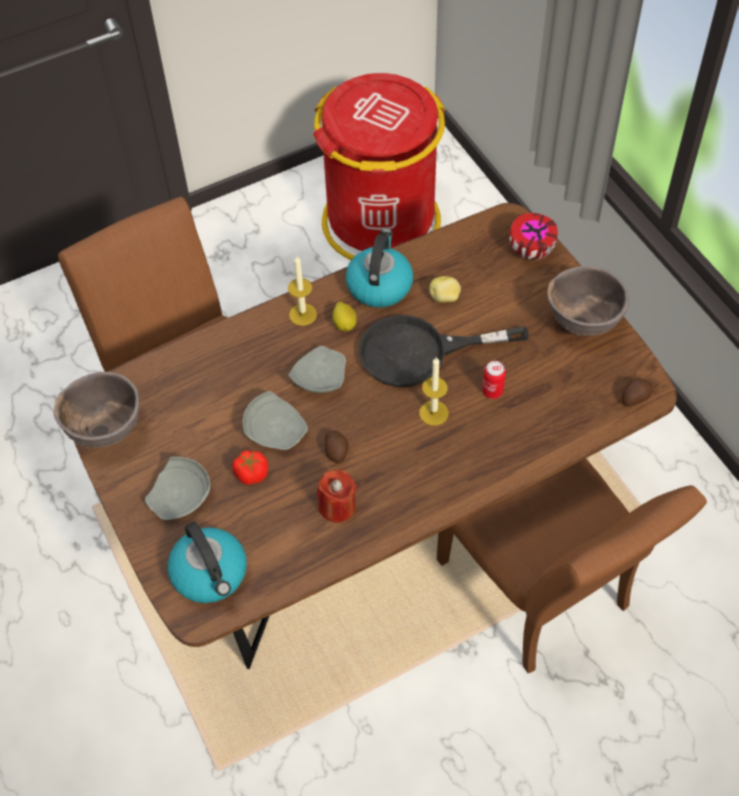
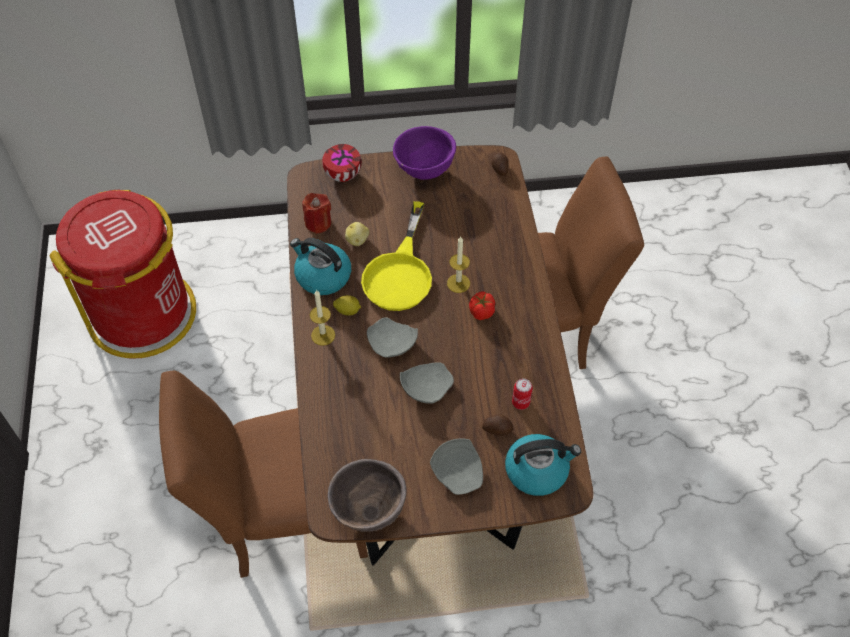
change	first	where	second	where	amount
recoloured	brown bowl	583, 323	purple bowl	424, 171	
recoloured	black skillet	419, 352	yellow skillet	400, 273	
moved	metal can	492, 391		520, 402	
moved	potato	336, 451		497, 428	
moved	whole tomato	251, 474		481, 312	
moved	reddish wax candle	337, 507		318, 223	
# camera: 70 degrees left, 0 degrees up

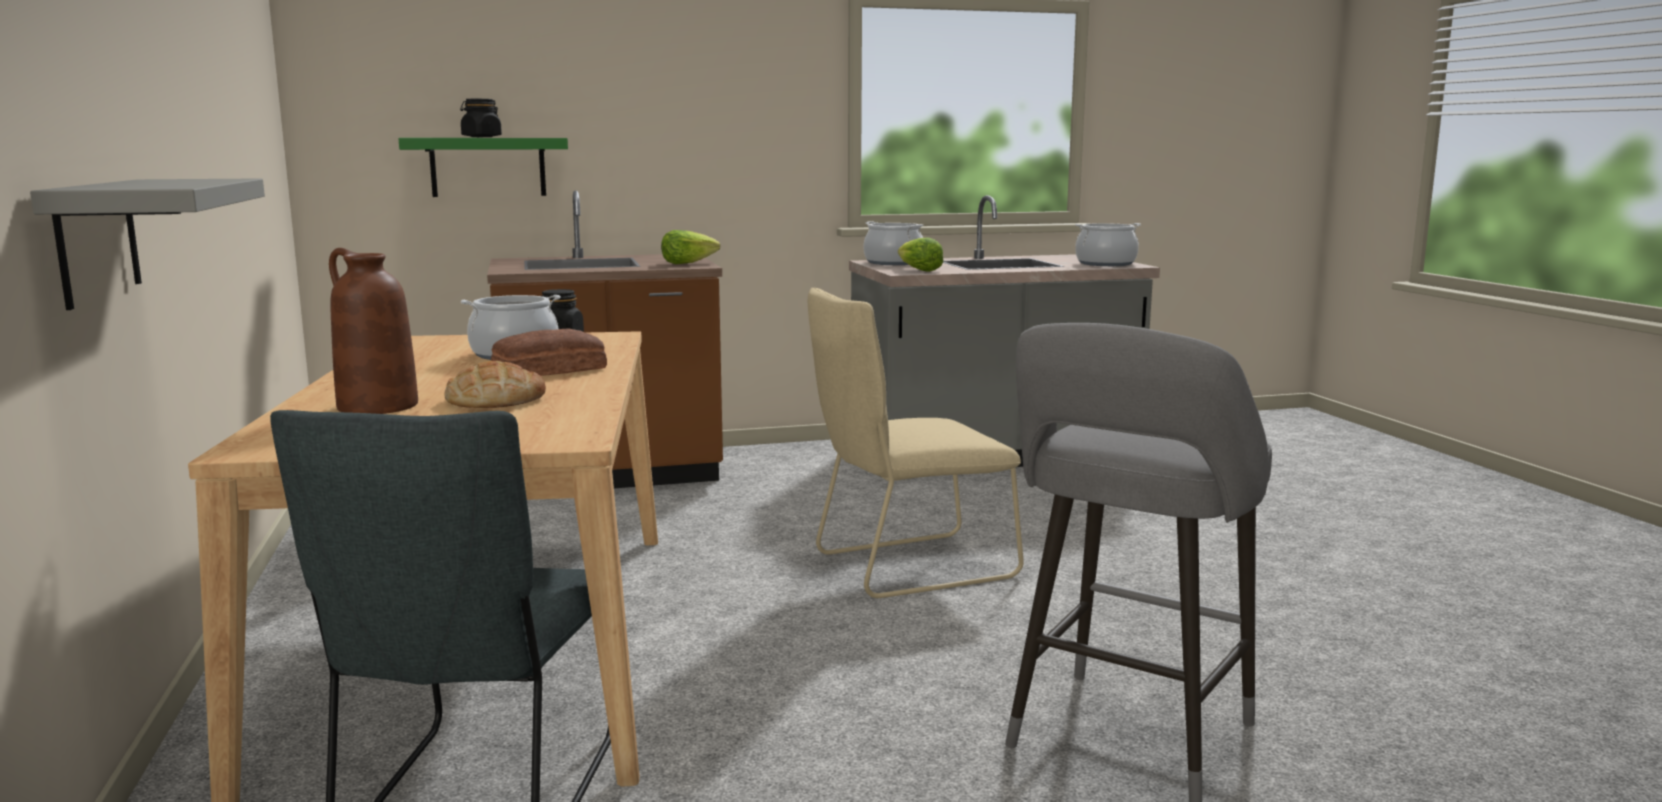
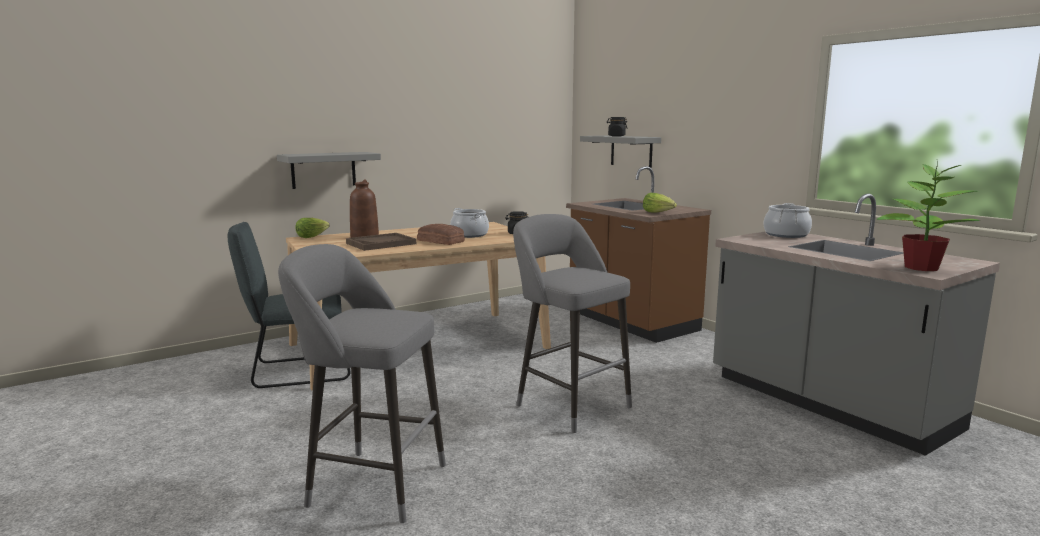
change	first	where	second	where	amount
recoloured	greenish bracket shelf	488, 167	grey bracket shelf	631, 151	
replaced	saucepot	1105, 263	potted plant	920, 267	
moved	head of lettuce	918, 270		311, 236	
replaced	beige-coloured chair	906, 567	grey stool seat	568, 404	
replaced	bakery bread	495, 400	brown serving tray	381, 243	
# camera: 70 degrees right, 0 degrees up

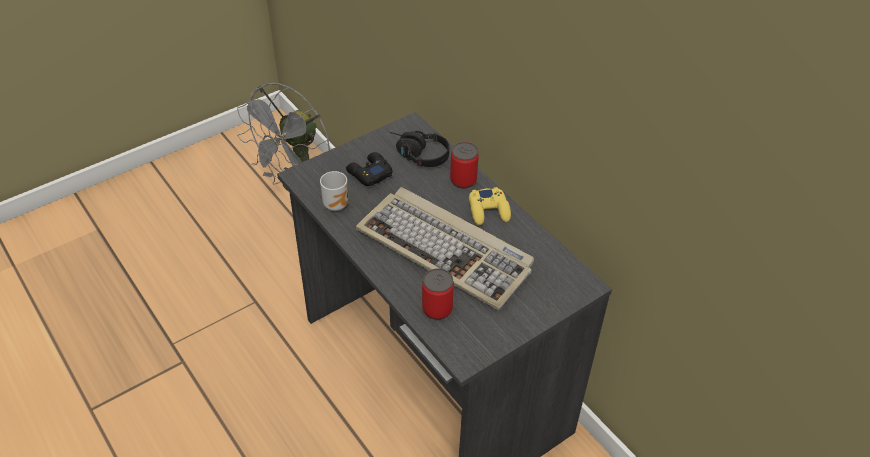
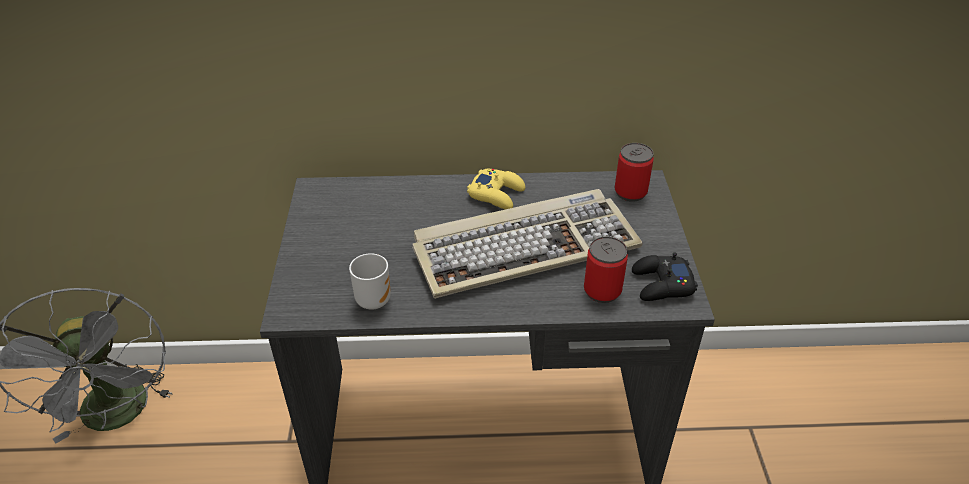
change	first	where	second	where	amount
removed	black headset	416, 155			
moved	metal can	463, 180		630, 192	
moved	black game controller	369, 173		662, 284	
# camera: 55 degrees left, 5 degrees down

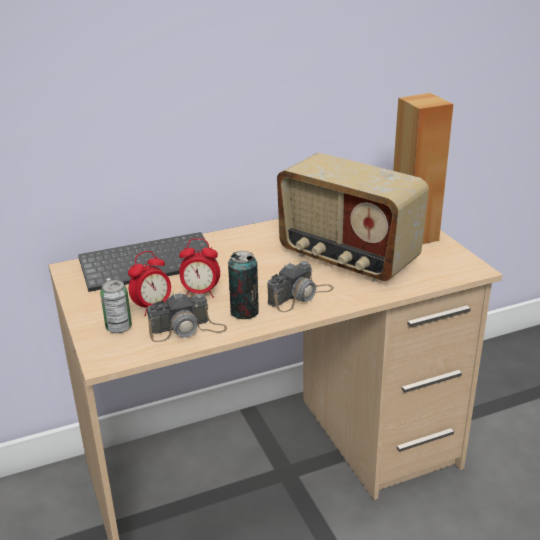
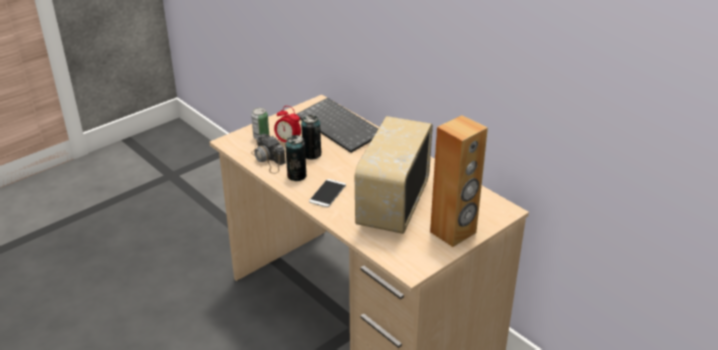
change	first	where	second	where	amount
replaced	bedside clock	200, 293	metal can	312, 154	
replaced	still camera	300, 295	handset	327, 193	
# camera: 70 degrees right, 5 degrees up

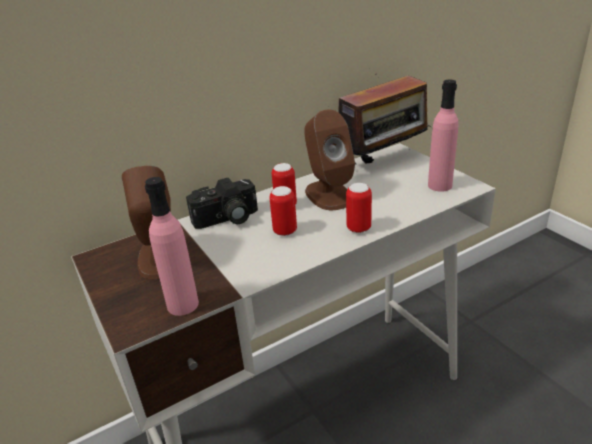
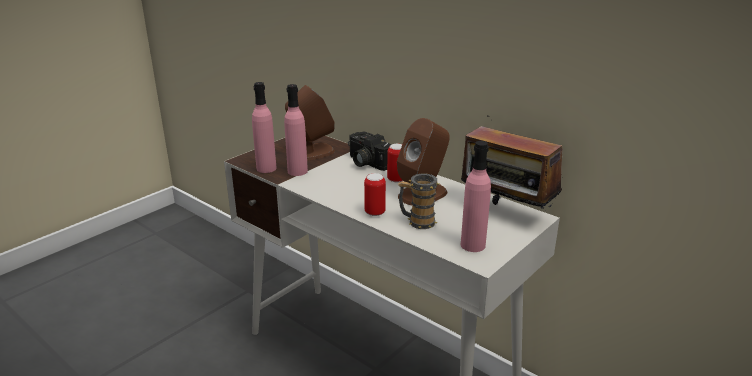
change	first	where	second	where	amount
removed	metal can	285, 231			
added			pink-coloured drink bottle	297, 171	
added			coffee mug	417, 222	
# camera: 70 degrees right, 5 degrees down

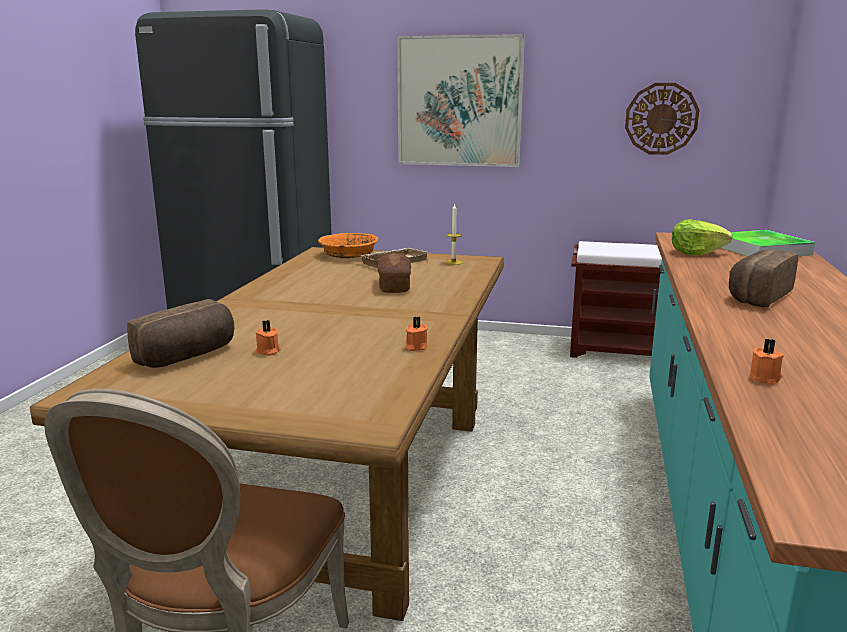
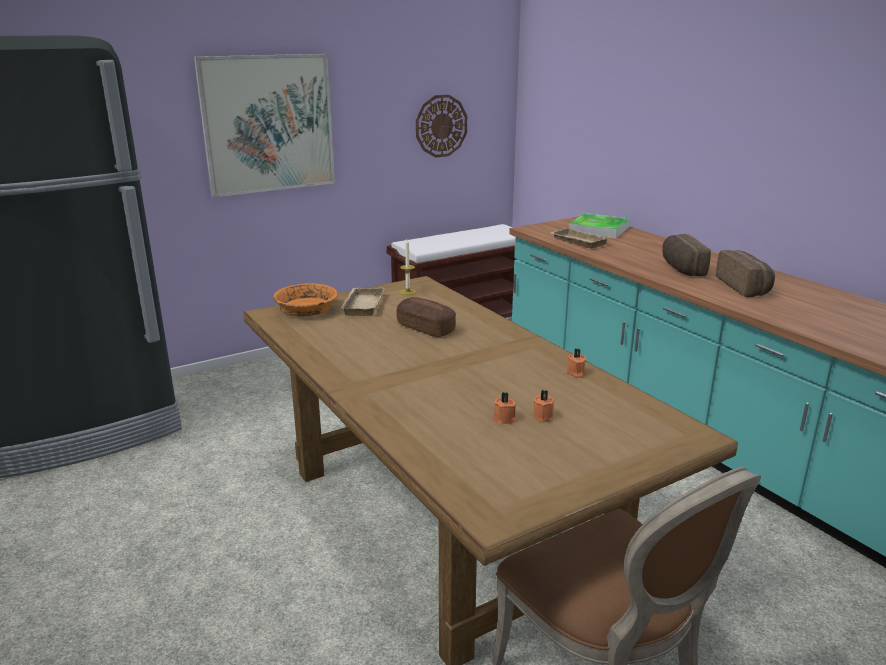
change	first	where	second	where	amount
replaced	head of lettuce	696, 253	beige-coloured serving tray	577, 242	
moved	bakery bread	188, 356		745, 287	
moved	orange wax candle	766, 378		543, 416	
# camera: 45 degrees left, 5 degrees up

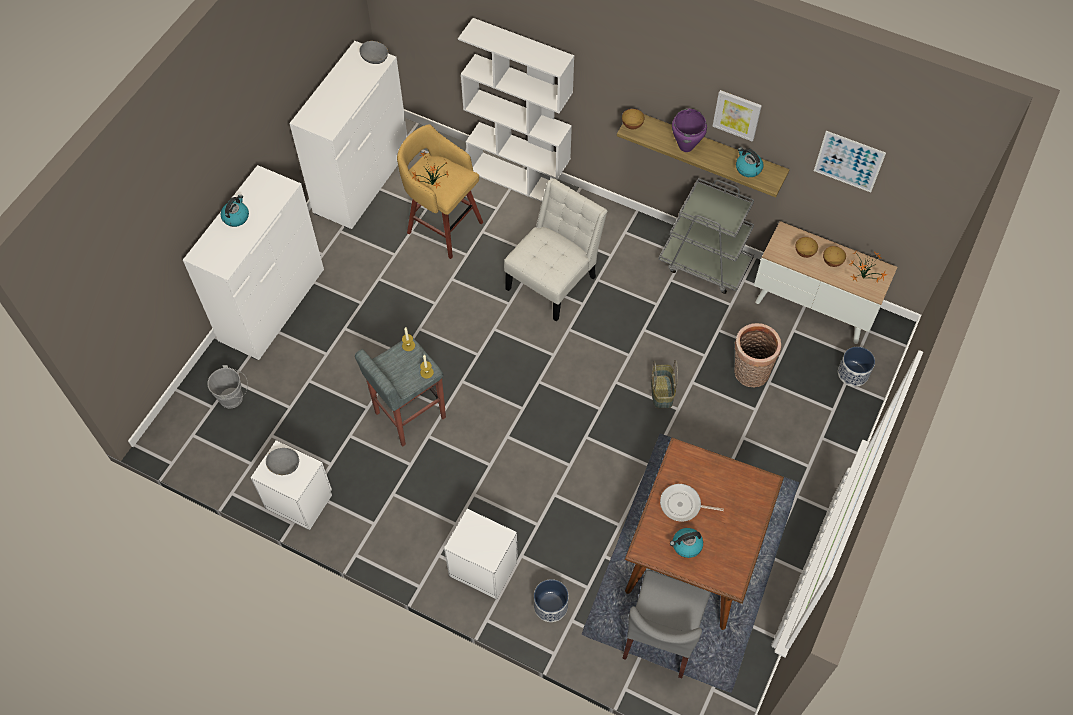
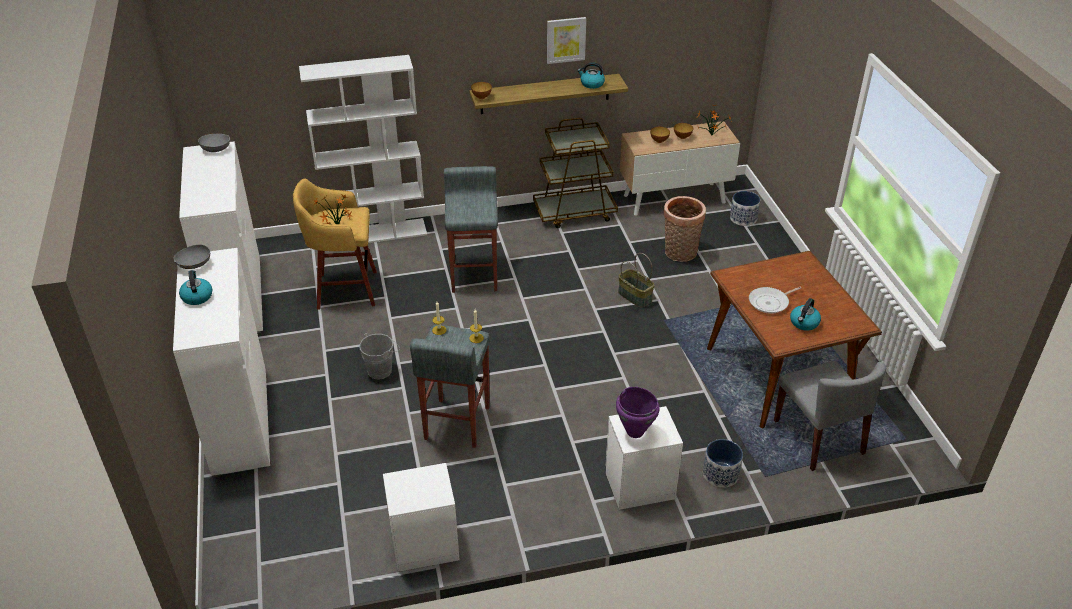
change	first	where	second	where	amount
moved	purple saucepot	686, 146		635, 431	
removed	picture	849, 161			
replaced	white chair	554, 279	grey stool seat	475, 275	
recoloured	grey wheeled cart	705, 264	brown wheeled cart	575, 212	
moved	grey bucket	234, 398		382, 369	
moved	grey bowl	284, 466		194, 265	
# camera: 40 degrees left, 20 degrees down

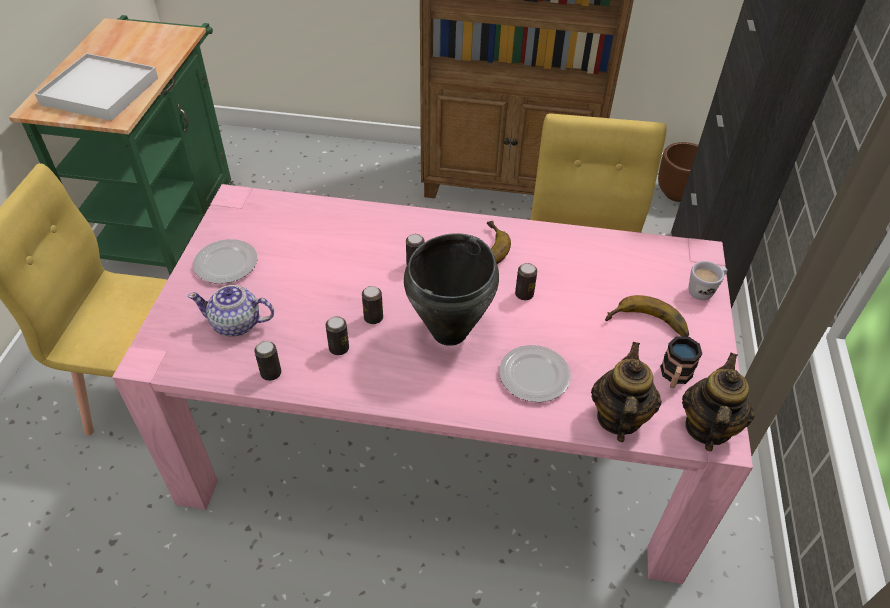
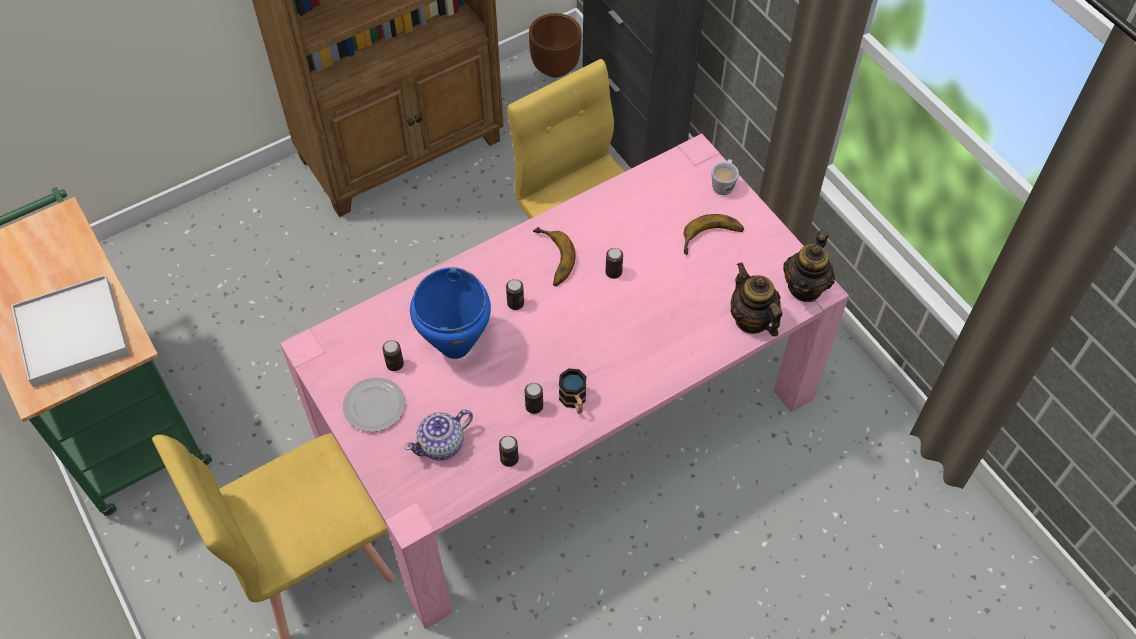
change	first	where	second	where	amount
removed	black saucepot	450, 332			
moved	metal can	373, 318		395, 364	
moved	coffee mug	674, 376		574, 401	
removed	dinner plate	534, 375			
turned	tea pot	707, 427		805, 287	135 degrees counterclockwise
added			blue saucepot	455, 346	
# camera: 40 degrees left, 10 degrees up

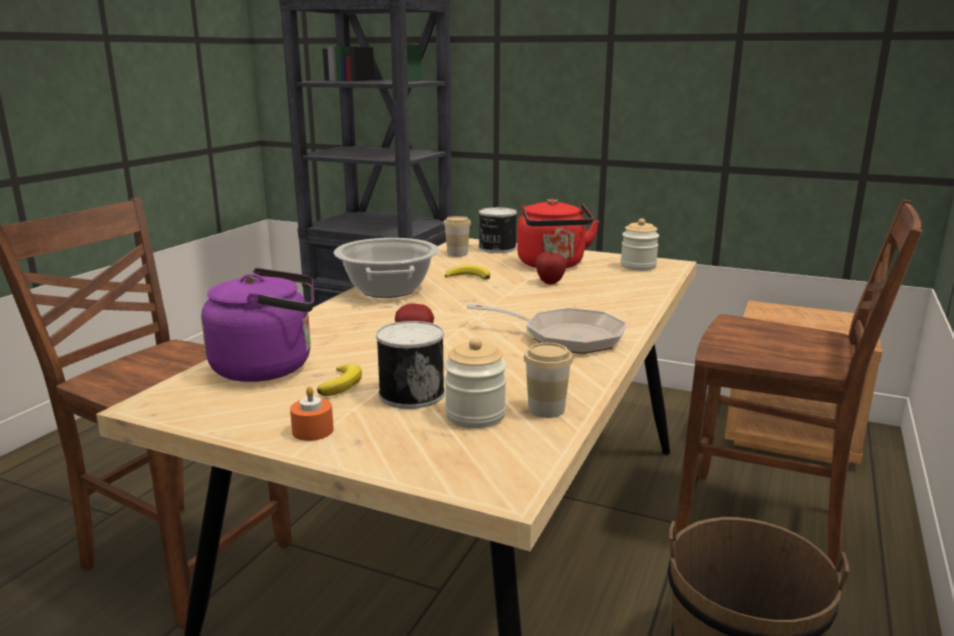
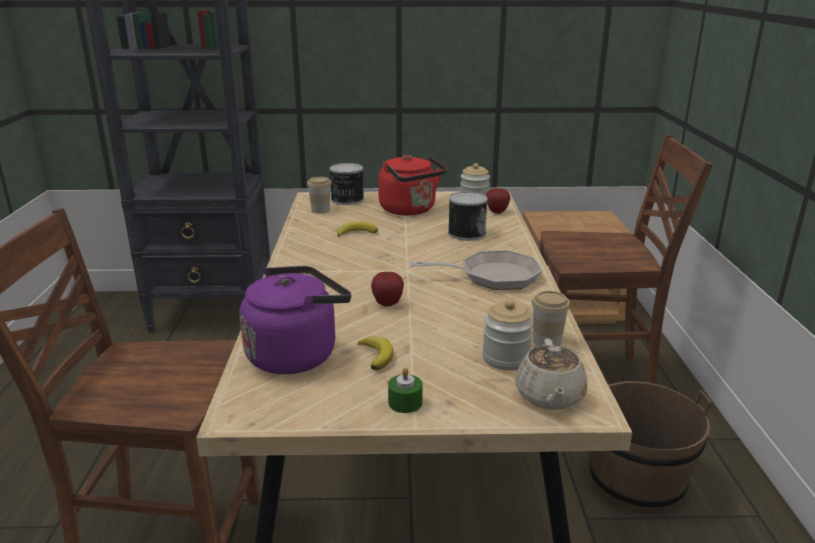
change	first	where	second	where	amount
removed	saucepot	387, 289			
moved	apple fruit	550, 282		497, 212	
moved	metal can	411, 393		466, 233	
recoloured	orange wax candle	313, 430	greenish wax candle	405, 402	
added			beige-coloured tea pot	549, 397	
# camera: 25 degrees left, 5 degrees up

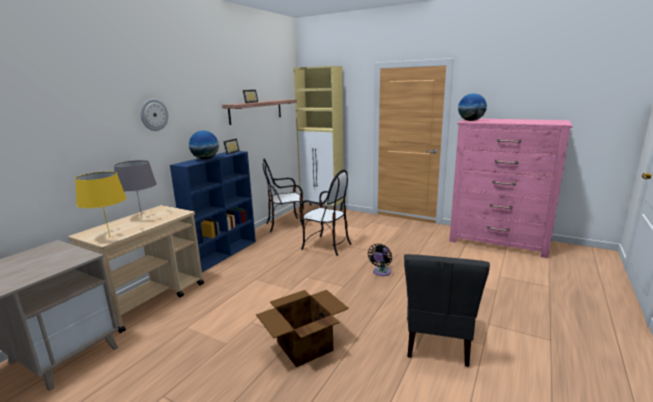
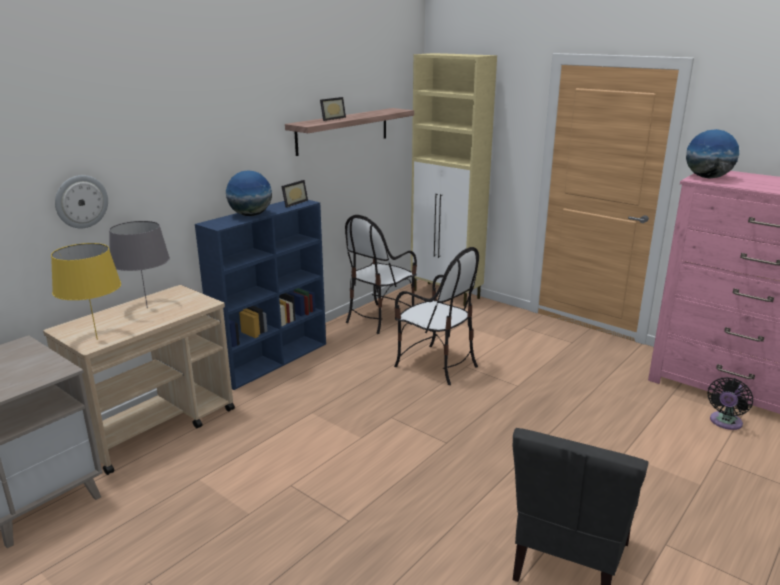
change	first	where	second	where	amount
moved	clock on the wall	154, 114		81, 201	
turned	chair	285, 225		380, 318	45 degrees counterclockwise
moved	black cooling fan	381, 272		725, 423	
removed	packing box	303, 346			
# camera: 10 degrees right, 5 degrees up

